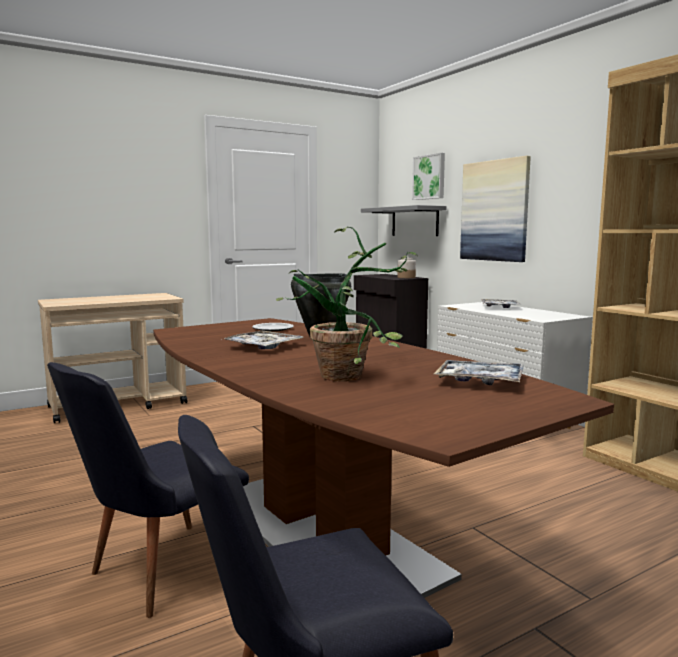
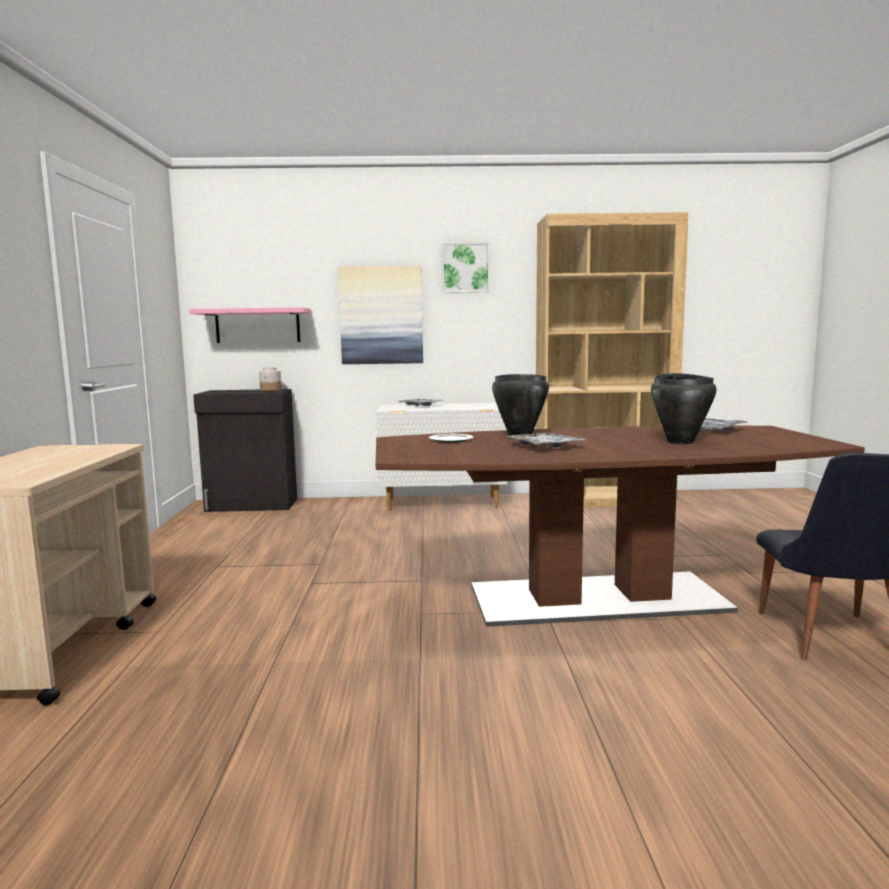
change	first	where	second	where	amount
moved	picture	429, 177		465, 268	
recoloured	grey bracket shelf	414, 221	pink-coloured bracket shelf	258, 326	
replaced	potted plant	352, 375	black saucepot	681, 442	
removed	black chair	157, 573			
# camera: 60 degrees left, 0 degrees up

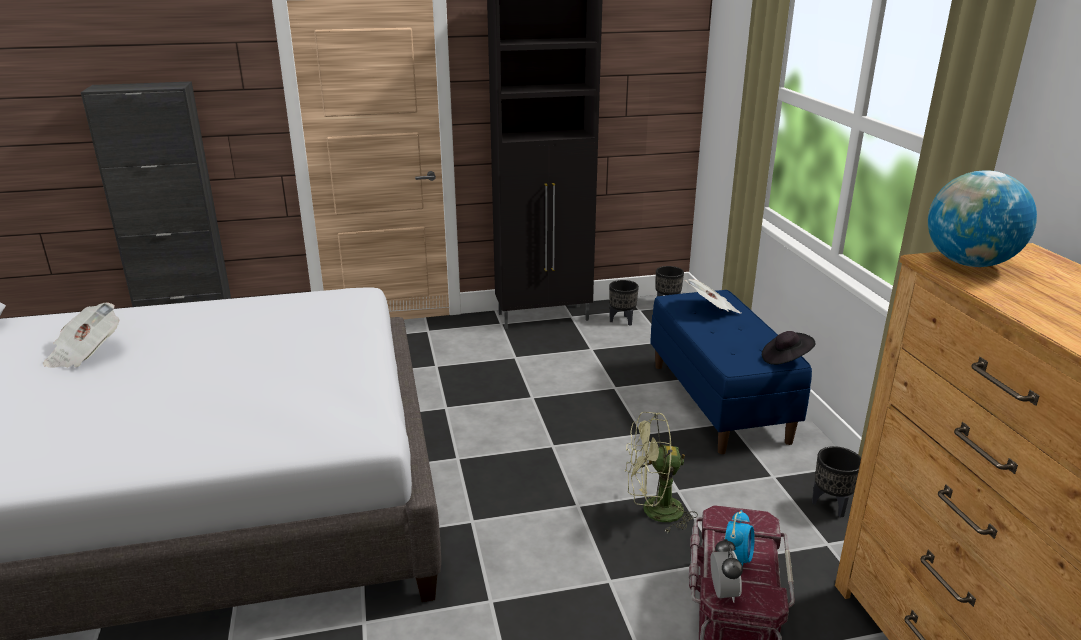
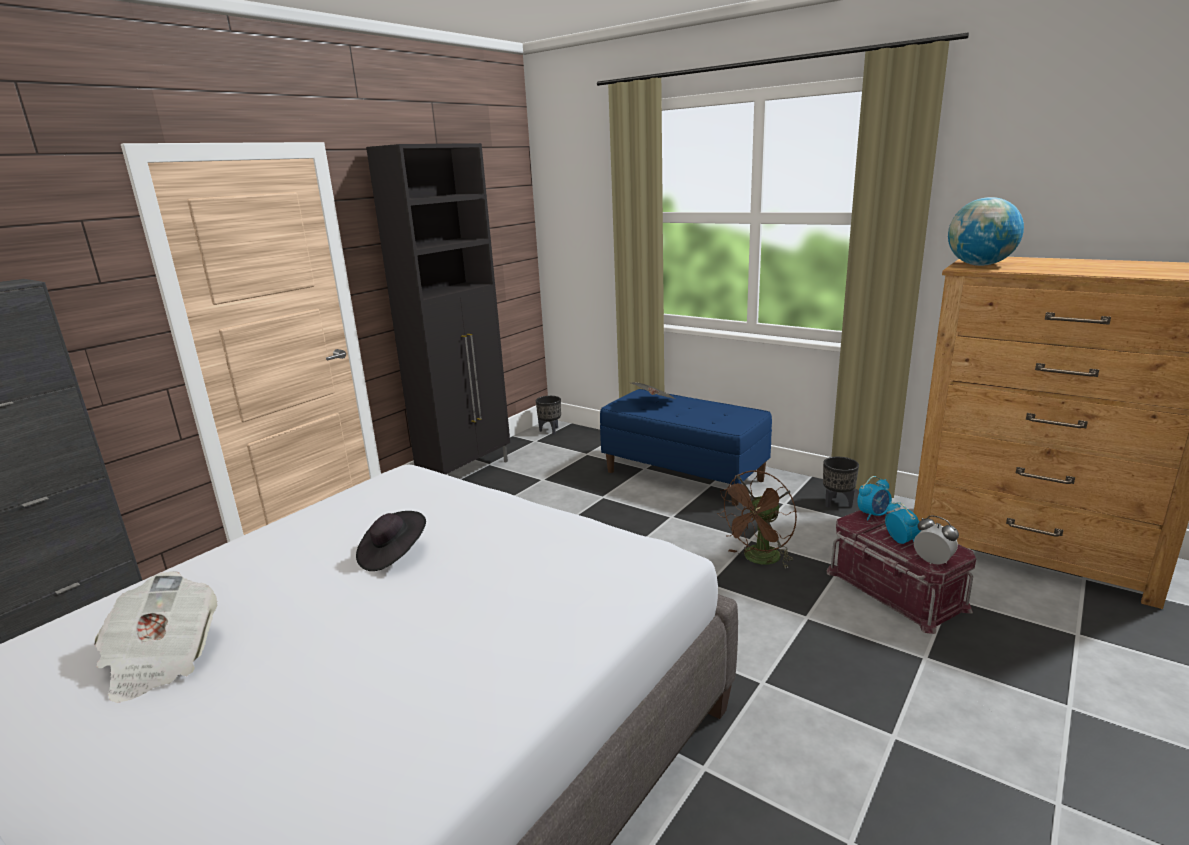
change	first	where	second	where	amount
removed	black planter	621, 320			
moved	black hat	785, 359		393, 555	
recoloured	greenish cooling fan	653, 512	brown cooling fan	759, 560	
added			bedside clock	873, 515	
# camera: 40 degrees left, 5 degrees down

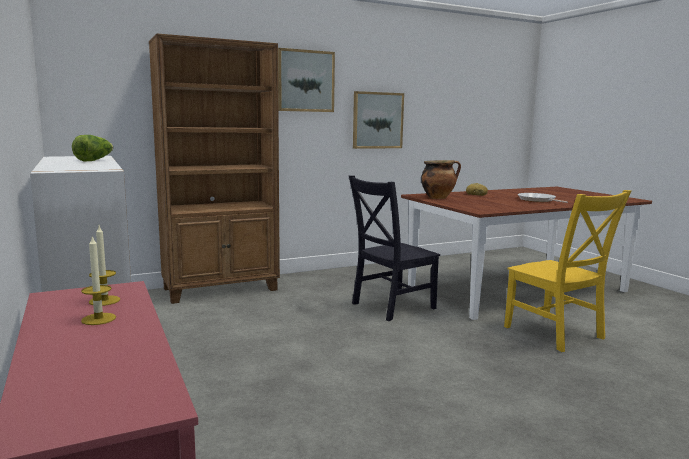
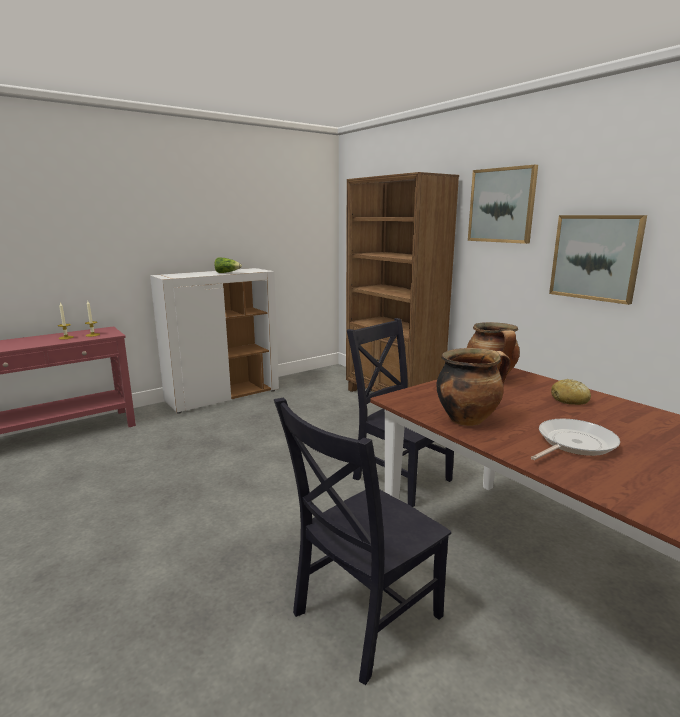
change	first	where	second	where	amount
recoloured	yellow chair	556, 334	black chair	362, 618	
added			saucepot	468, 419	
# camera: 80 degrees right, 5 degrees up

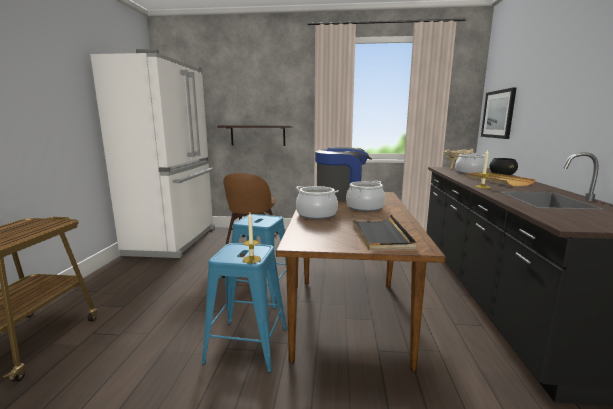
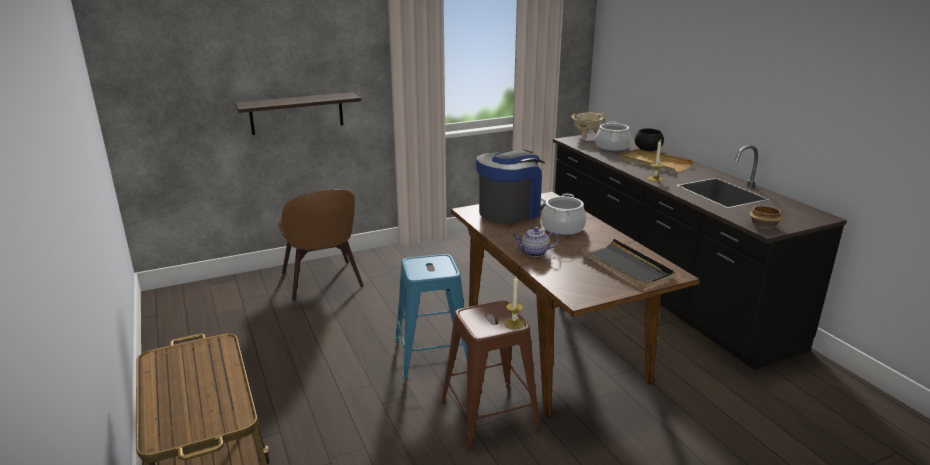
change	first	where	second	where	amount
removed	white refrigerator	175, 240			
removed	picture	498, 114			
replaced	saucepot	316, 215	tea pot	534, 253	
recoloured	blue stool seat	247, 345	brown stool seat	490, 417	
added			bowl	763, 226	
# camera: 30 degrees left, 10 degrees up

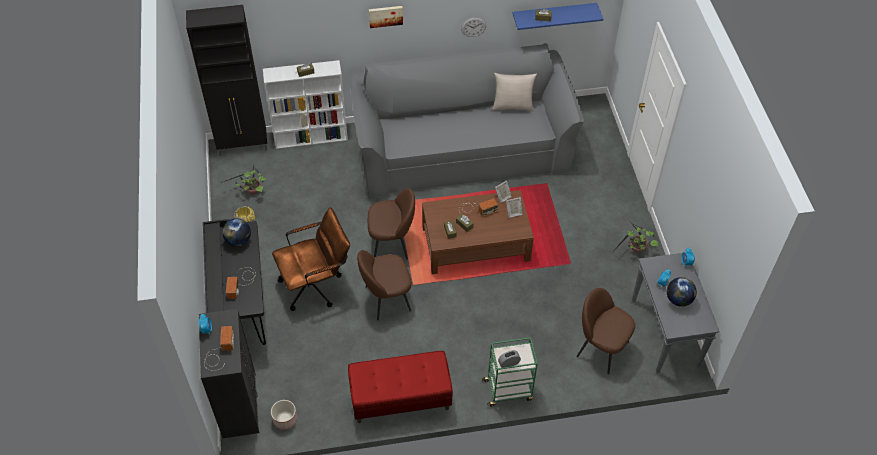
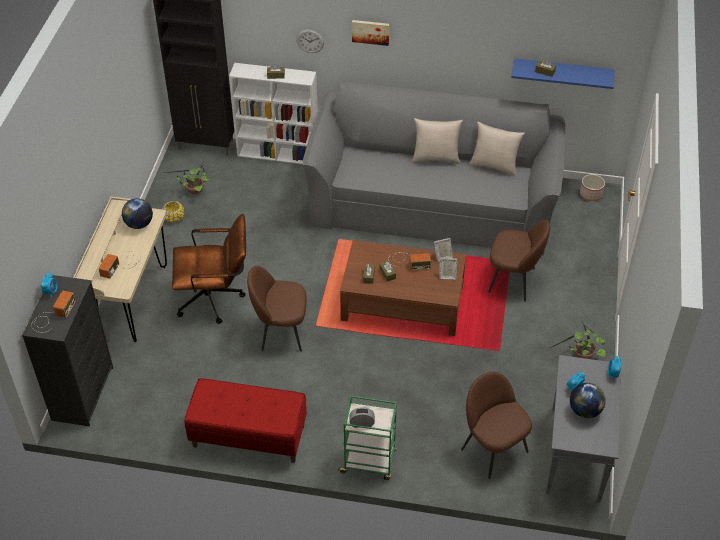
change	first	where	second	where	amount
moved	clock on the wall	473, 27		310, 41	
moved	brown chair	392, 243		513, 281	
recoloured	black desk table	242, 308	beige-coloured desk table	131, 300	
moved	planter	285, 419		591, 194	
added			beige-coloured pillow	436, 158	
# camera: 20 degrees right, 5 degrees down

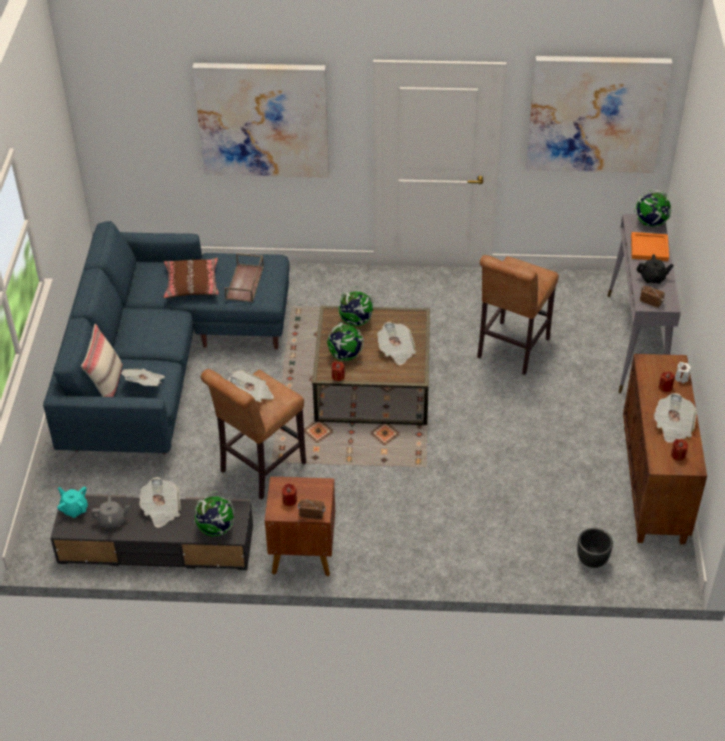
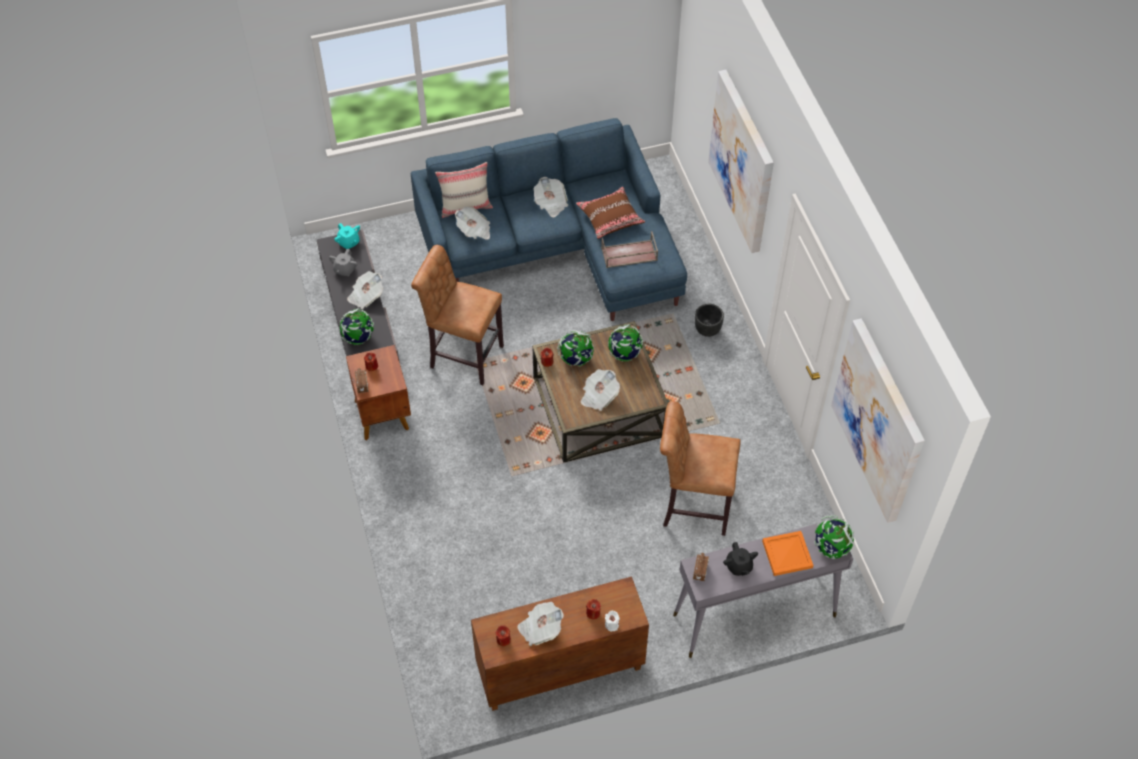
change	first	where	second	where	amount
moved	printed paper	252, 395		551, 203	
turned	turquoise-coloured tea pot	74, 509		349, 242	120 degrees clockwise
turned	grey tea pot	112, 521		344, 270	45 degrees clockwise
moved	black planter	592, 561		707, 330	
# camera: 70 degrees right, 10 degrees up

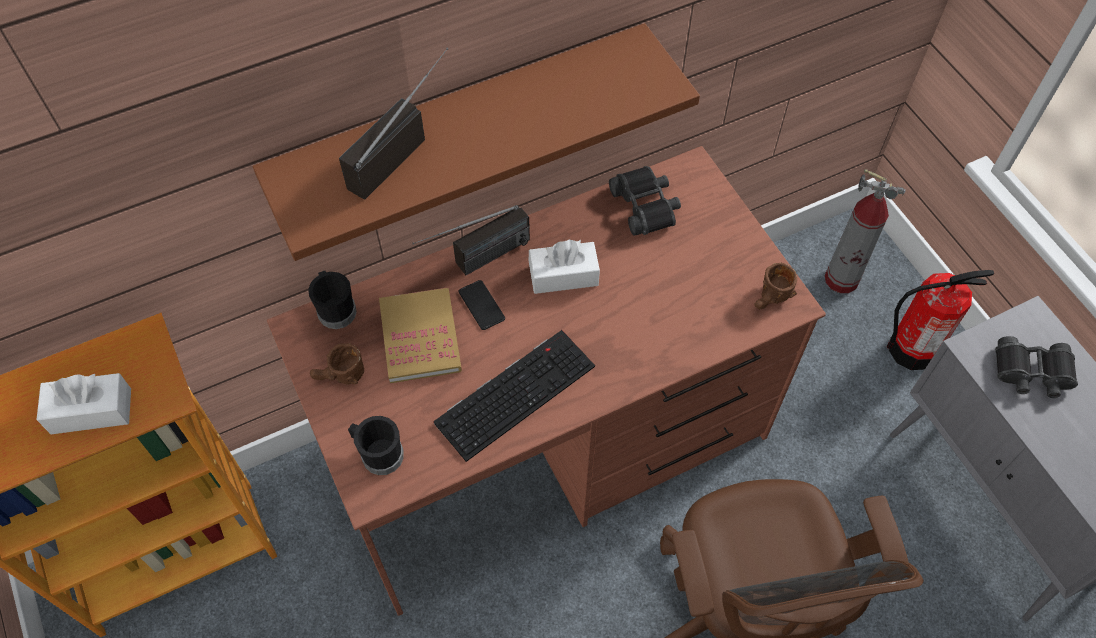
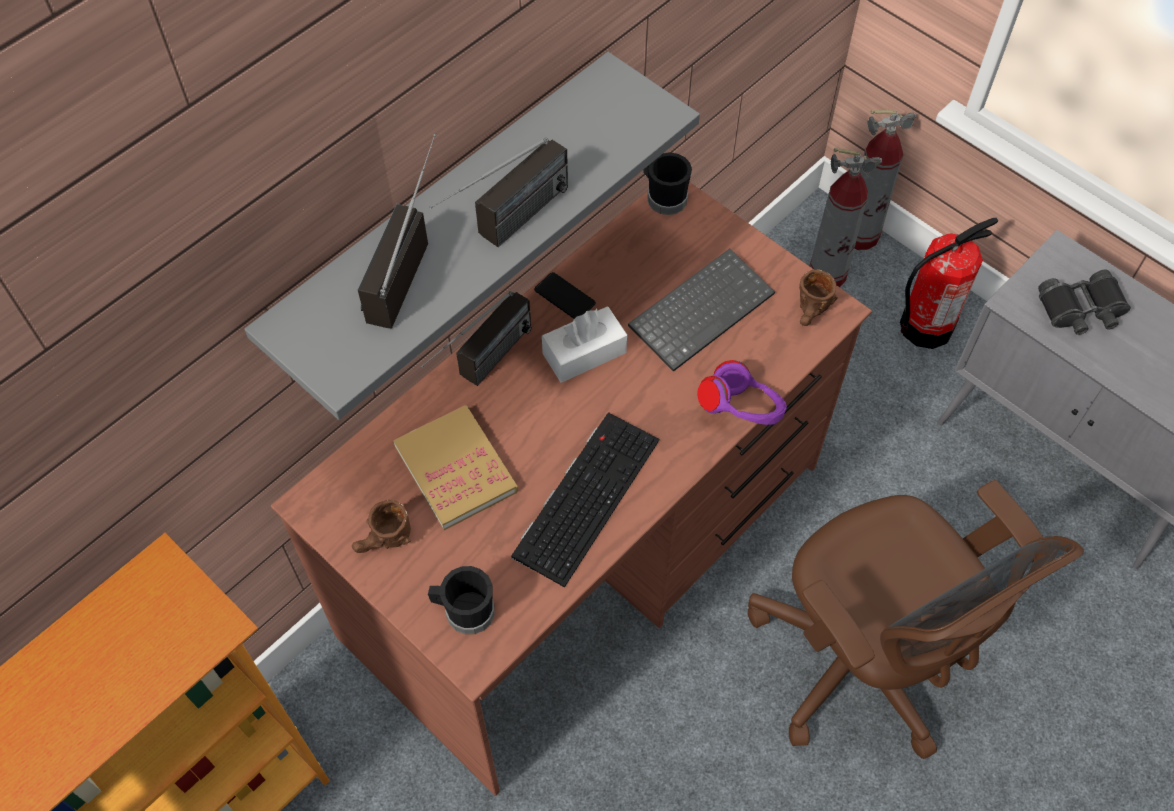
change	first	where	second	where	amount
recoloured	brown bracket shelf	461, 123	grey bracket shelf	444, 216	
removed	black binoculars	645, 206			
moved	black coffee mug	335, 309		663, 197	
moved	handset	481, 305		565, 297	
removed	white box of tissues	91, 411			
added			extinguisher	860, 235	
added			radio	506, 228	
added			PC keyboard	701, 308	
added			purple headset	741, 412	
# camera: 20 degrees left, 0 degrees up

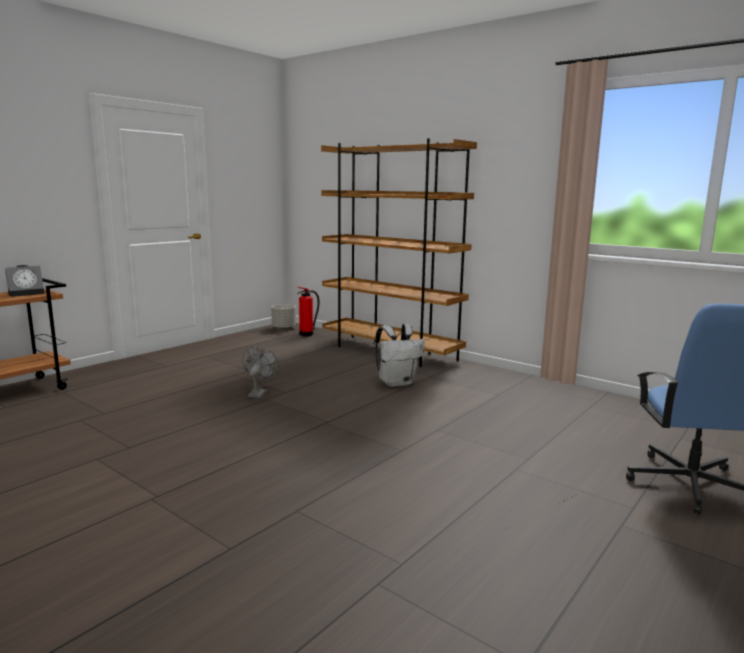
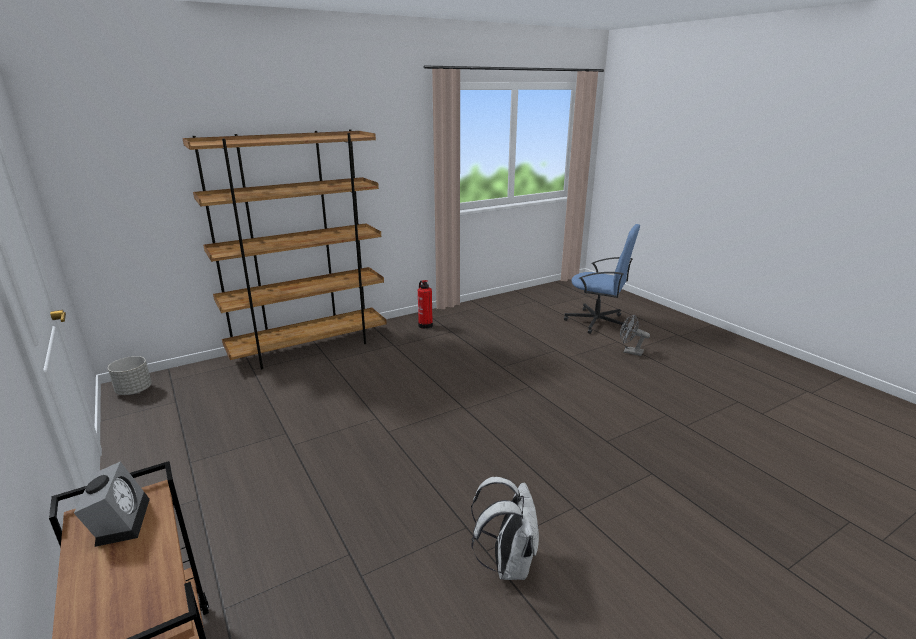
change	first	where	second	where	amount
moved	extinguisher	307, 334		425, 325	
moved	white knapsack	397, 383		507, 563	
moved	grey cooling fan	259, 393		629, 352	
# camera: 70 degrees left, 10 degrees up

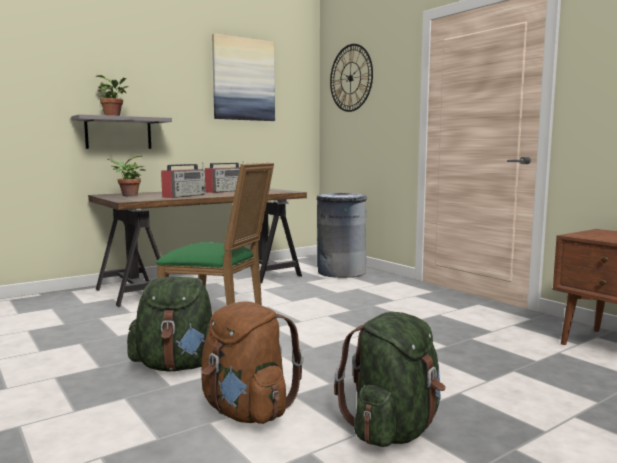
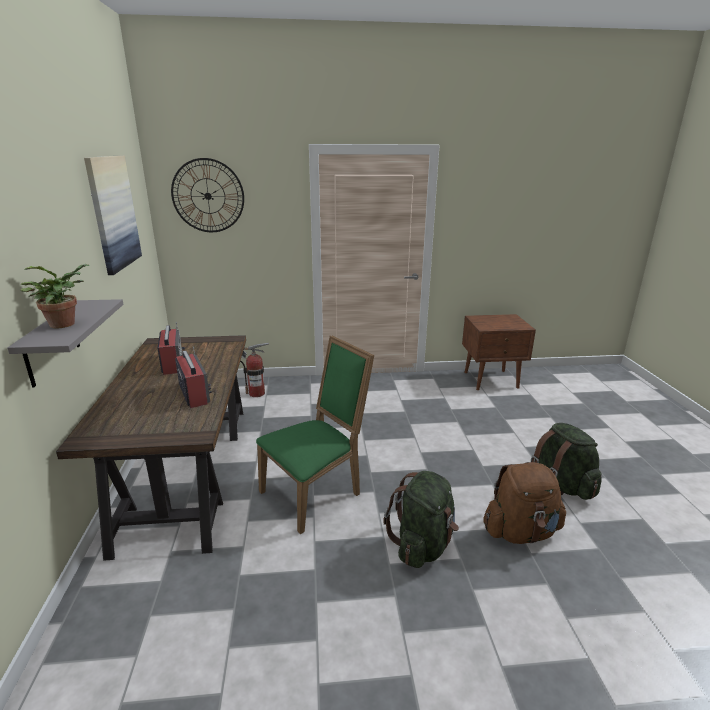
change	first	where	second	where	amount
removed	potted plant	127, 195			
replaced	grey waste bin	341, 272	extinguisher	257, 393	
# camera: 60 degrees left, 15 degrees up

